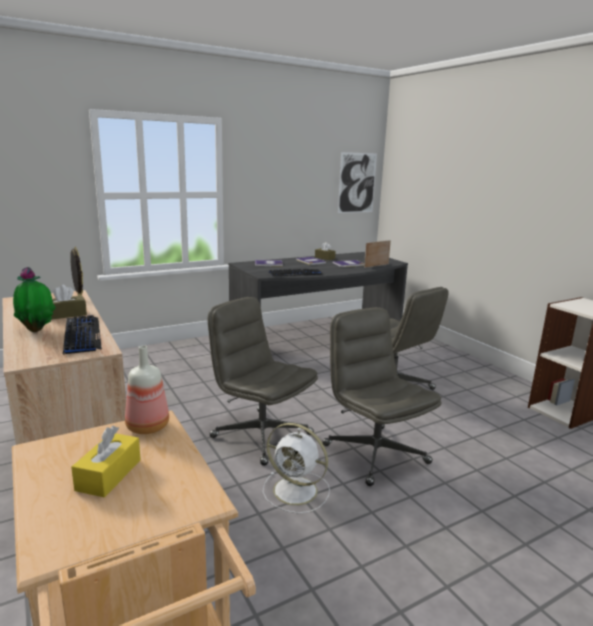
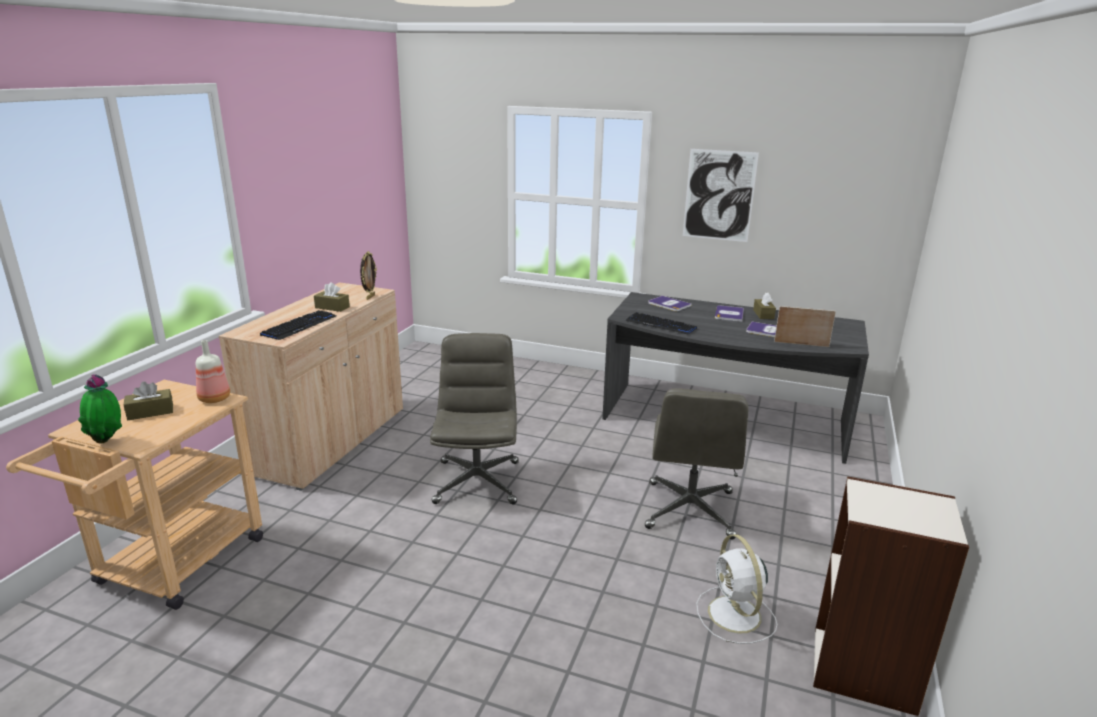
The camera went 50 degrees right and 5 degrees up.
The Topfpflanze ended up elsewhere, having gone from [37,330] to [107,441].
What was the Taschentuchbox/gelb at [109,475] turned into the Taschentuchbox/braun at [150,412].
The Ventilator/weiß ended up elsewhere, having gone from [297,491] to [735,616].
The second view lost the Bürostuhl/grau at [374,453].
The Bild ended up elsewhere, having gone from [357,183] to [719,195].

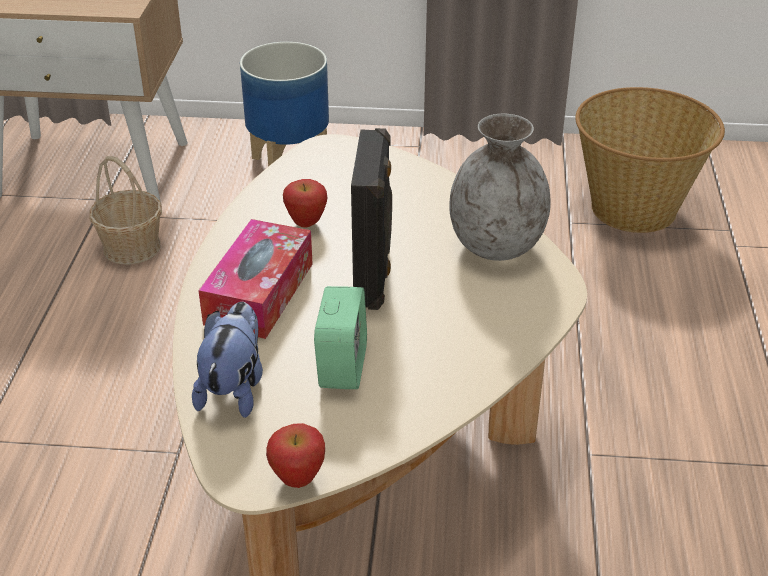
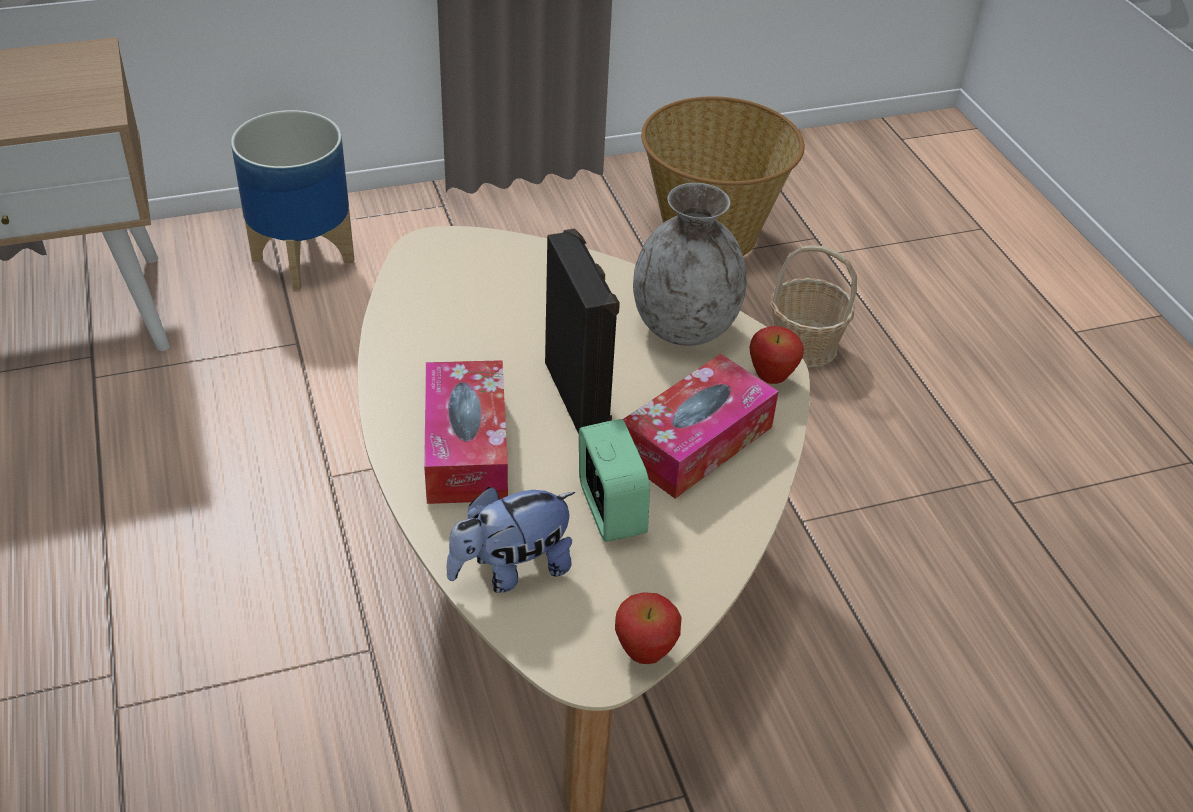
The camera went 25 degrees left and 5 degrees up.
The Korb ended up elsewhere, having gone from [132,247] to [804,345].
The Plüschtier at [234,389] ended up facing another way, 105 degrees counterclockwise from before.
The Apfel ended up elsewhere, having gone from [306,224] to [771,378].
The second view gained the Taschentuchbox at [696,442].

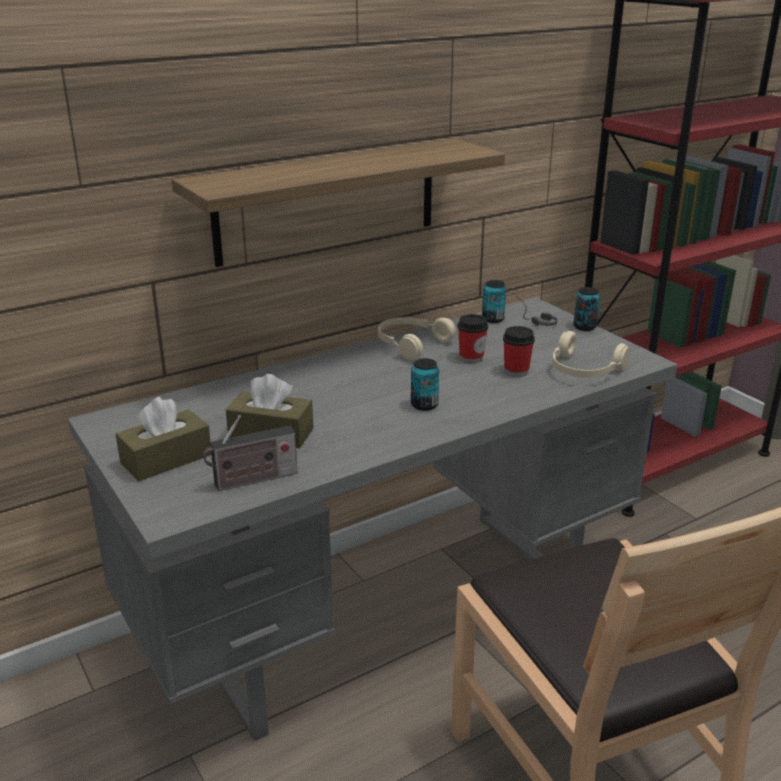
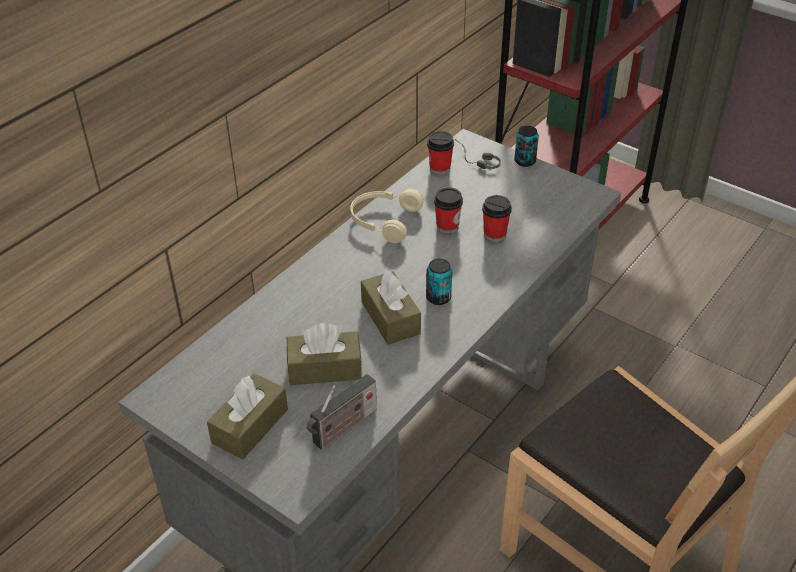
The camera went 20 degrees left and 15 degrees up.
The second view lost the Wandregal at [327,201].
Where the Dose stood at [493,319], the Tasse came to stand at [440,168].
The second view lost the Kopfhörer/beige at [583,370].
The second view gained the Taschentuchbox/braun at [390,318].

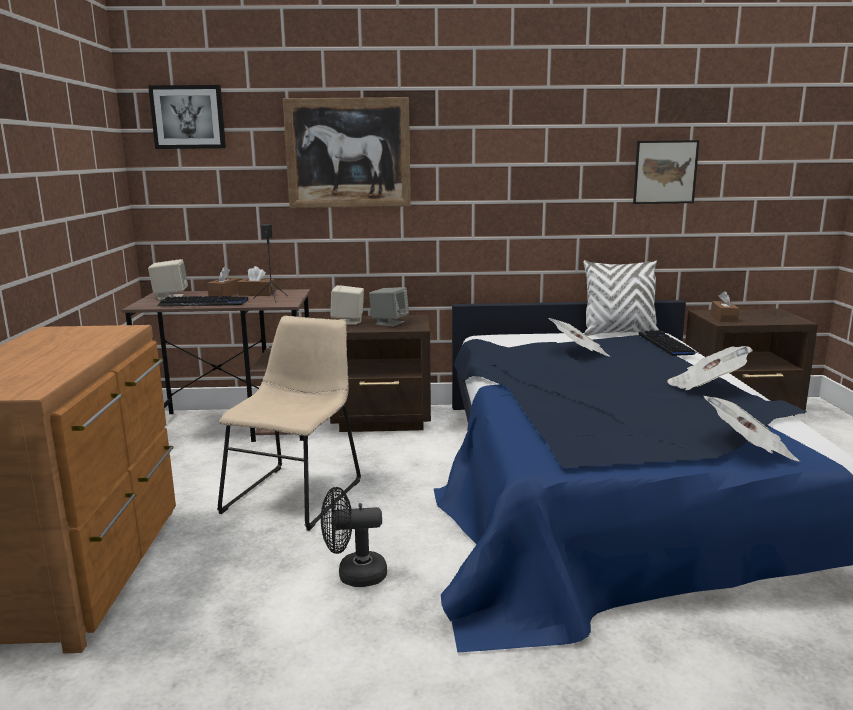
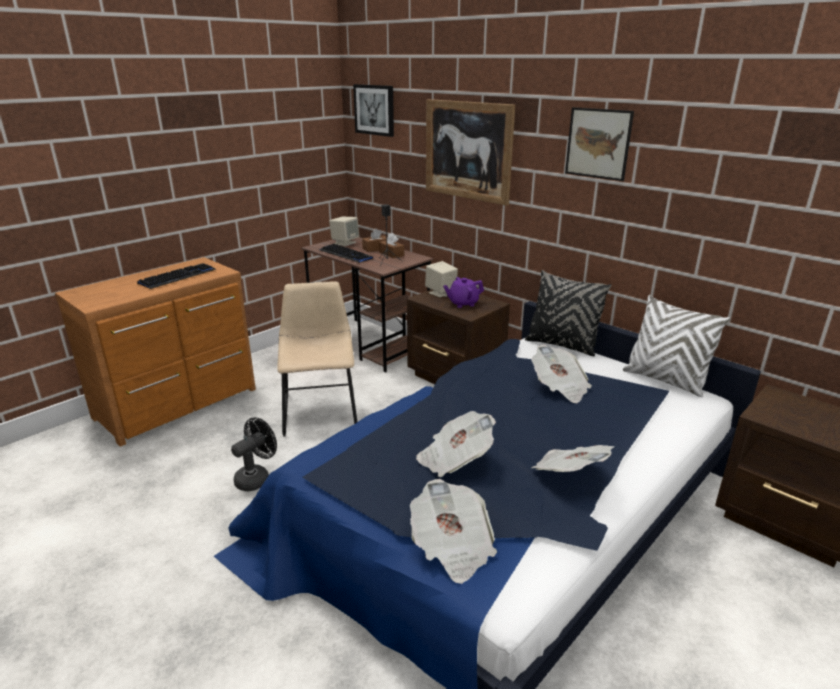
The camera went 45 degrees right and 10 degrees up.
The Stuhl/beige at [296,493] ended up facing another way, 75 degrees counterclockwise from before.
The Ventilator/schwarz at [354,575] ended up facing another way, 90 degrees clockwise from before.
Where the Lautsprecher/grau stood at [389,323], the Teekanne/lila came to stand at [463,303].
The Bild ended up elsewhere, having gone from [665,172] to [598,143].
The Tastatur ended up elsewhere, having gone from [666,344] to [178,277].
The second view lost the Taschentuchbox/braun at [724,318].
The second view gained the Zeitung at [454,459].
The second view gained the Kissen/schwarz at [562,345].

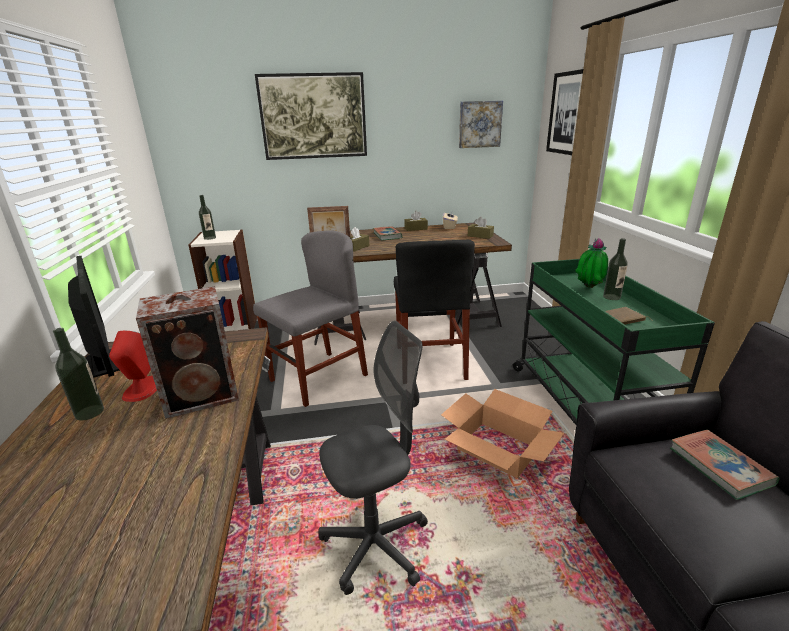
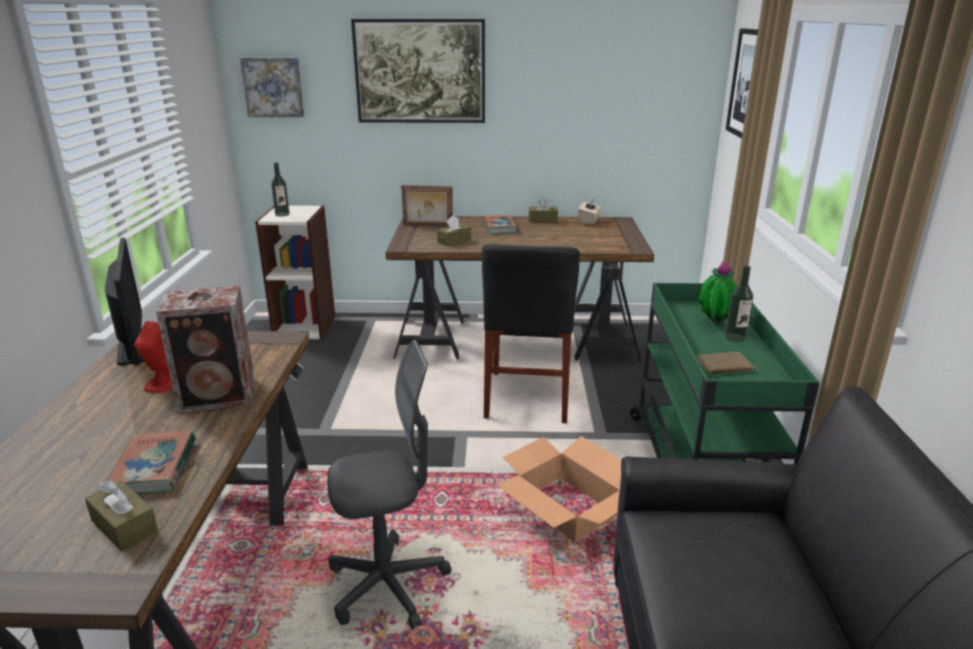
The camera went 10 degrees right and 0 degrees up.
The second view lost the Flasche at [89,412].
The second view lost the Stuhl/grau at [318,378].
The Bild ended up elsewhere, having gone from [479,124] to [274,87].
The Taschentuchbox/braun ended up elsewhere, having gone from [480,236] to [124,526].
The Buch ended up elsewhere, having gone from [719,467] to [154,468].

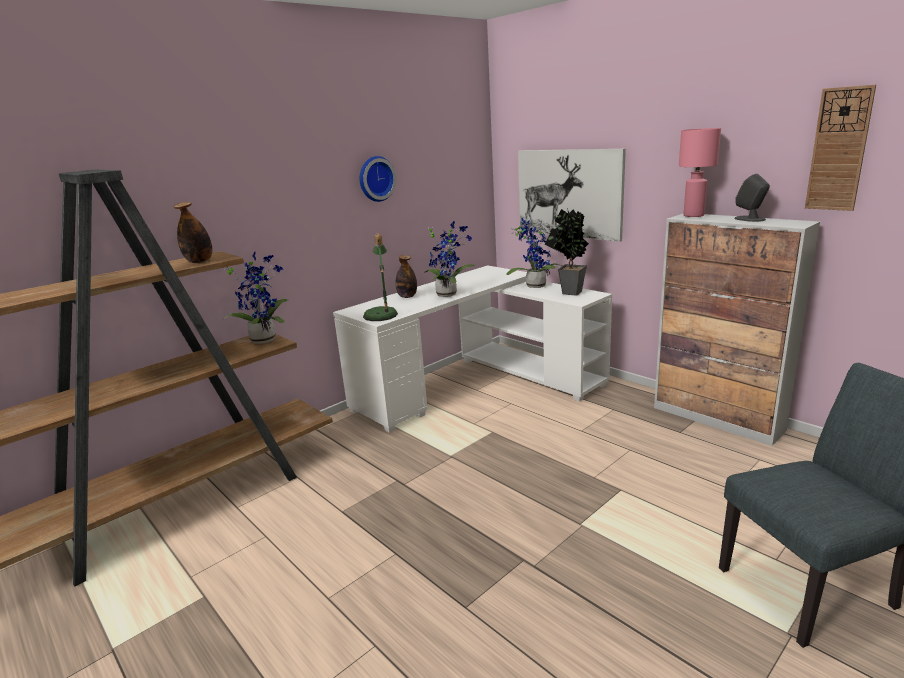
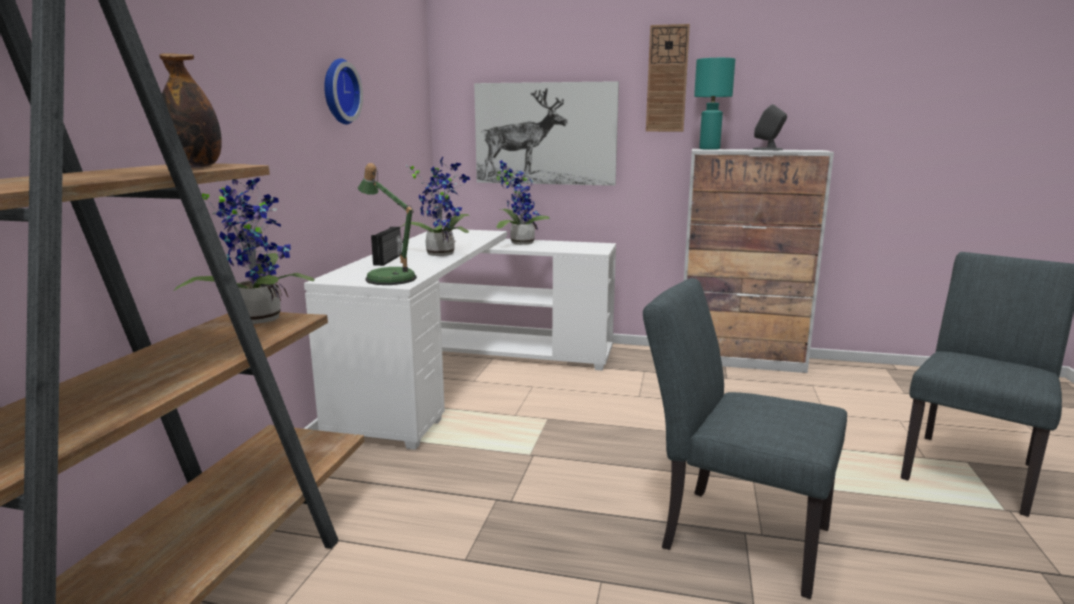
The camera went 35 degrees left and 5 degrees down.
Where the Flasche stood at [407,296], the Radio came to stand at [389,260].
The second view lost the Topfpflanze at [569,293].
What was the Tischlampe/rosa at [693,215] turned into the Tischlampe/türkis at [708,149].
The Wanduhr ended up elsewhere, having gone from [838,150] to [667,79].
The second view gained the Stuhl/grau at [731,533].

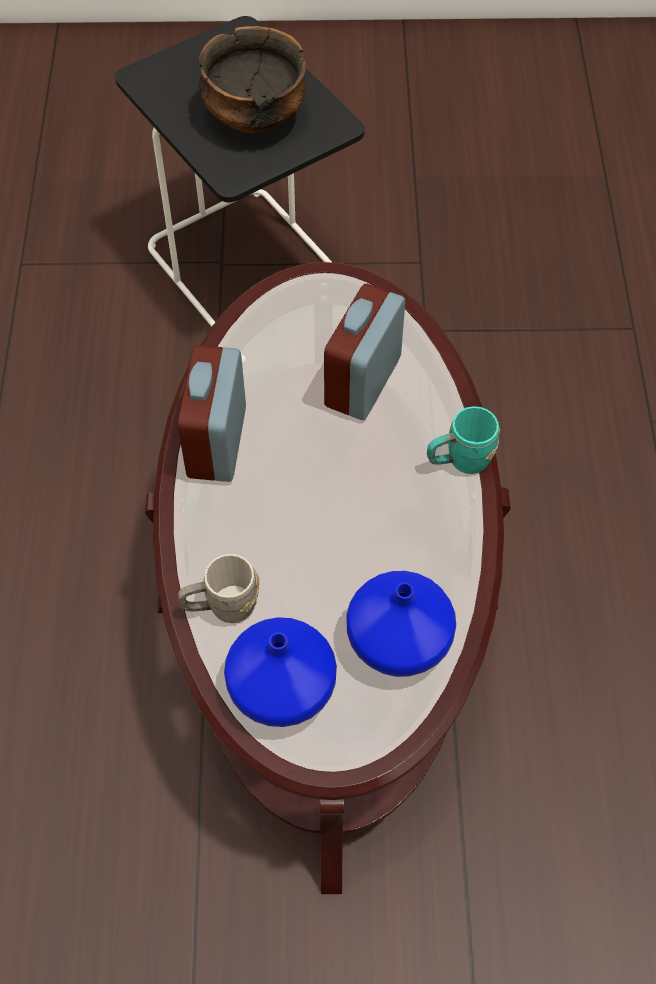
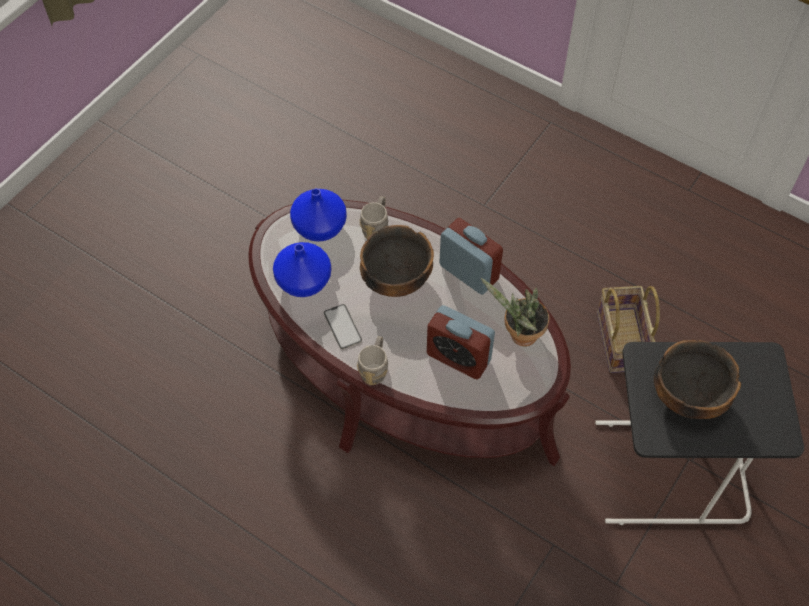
The camera went 125 degrees right and 0 degrees up.
The Wecker at [363,382] ended up facing another way, 150 degrees clockwise from before.
What was the Henkelbecher/türkis at [460,461] turned into the Henkelbecher/grau at [375,368].
The second view gained the Handy at [342,326].
The second view gained the Schüssel at [396,279].
The second view gained the Topfpflanze at [519,336].
The second view gained the Korb at [619,339].

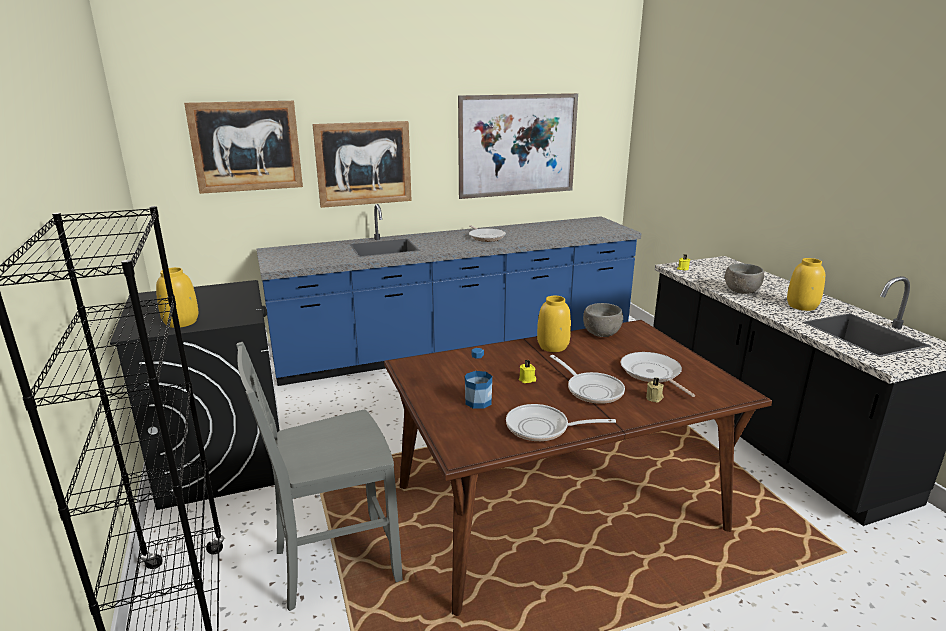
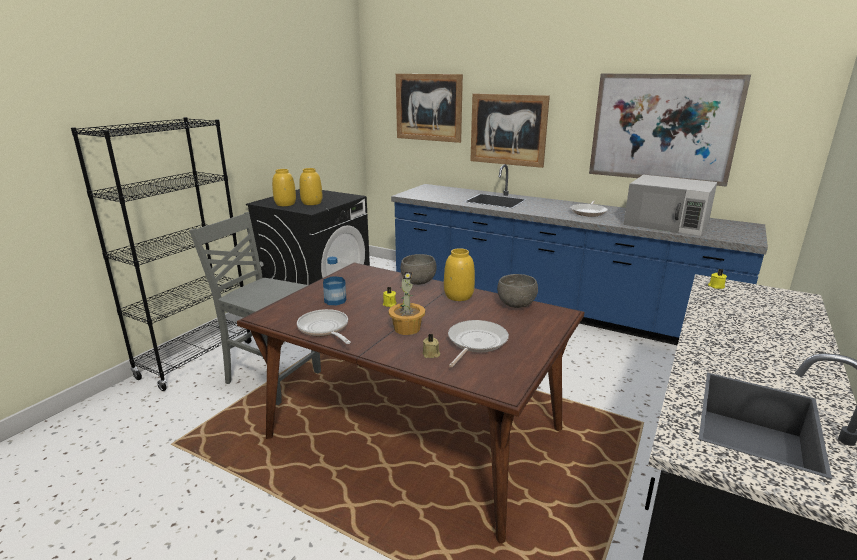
The camera went 50 degrees right and 0 degrees up.
Where the Pfanne stood at [591,390], the Topfpflanze came to stand at [407,328].
The Schüssel/grau ended up elsewhere, having gone from [740,291] to [418,282].
The Vase/gelb ended up elsewhere, having gone from [801,306] to [311,203].
The second view gained the Mikrowelle/weiß at [667,223].

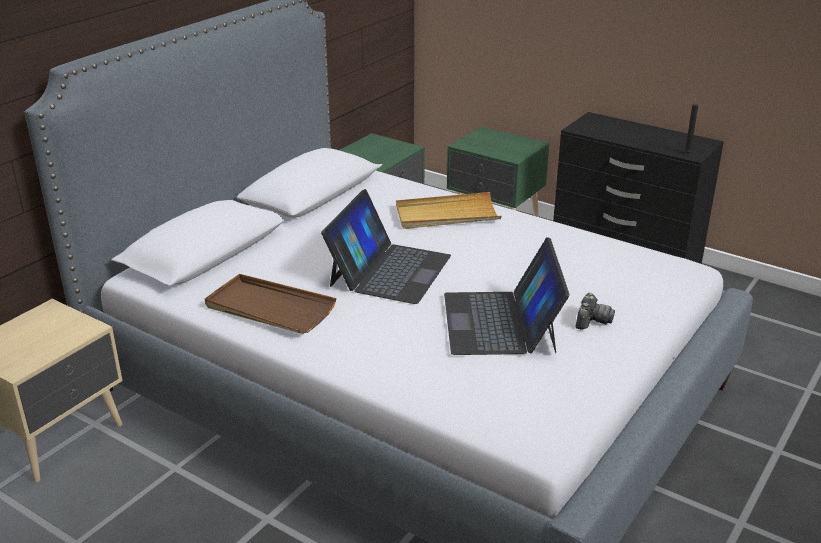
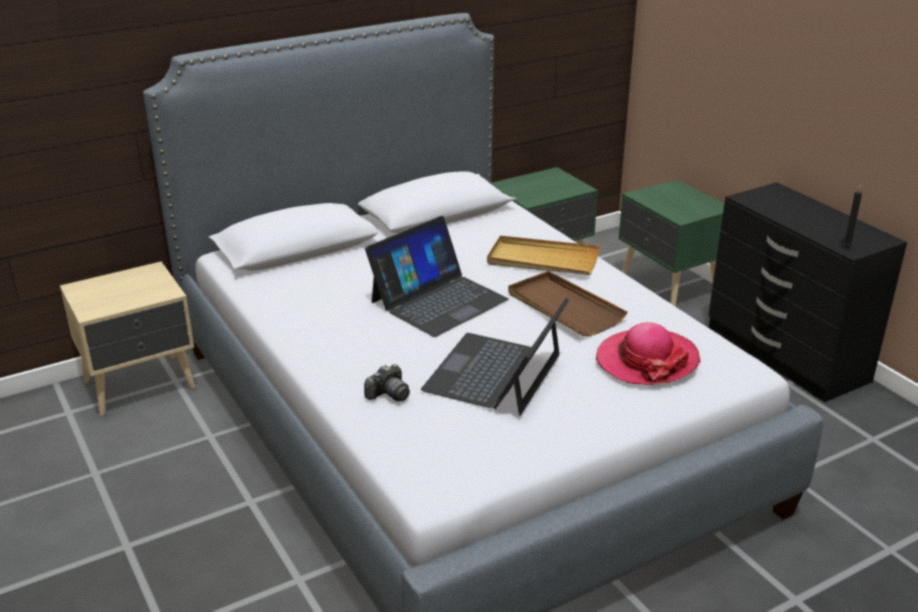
The camera went 25 degrees right and 0 degrees up.
The Tablett/braun ended up elsewhere, having gone from [269,308] to [564,307].
The Kamera ended up elsewhere, having gone from [592,321] to [388,394].
The second view gained the Hut at [646,360].

